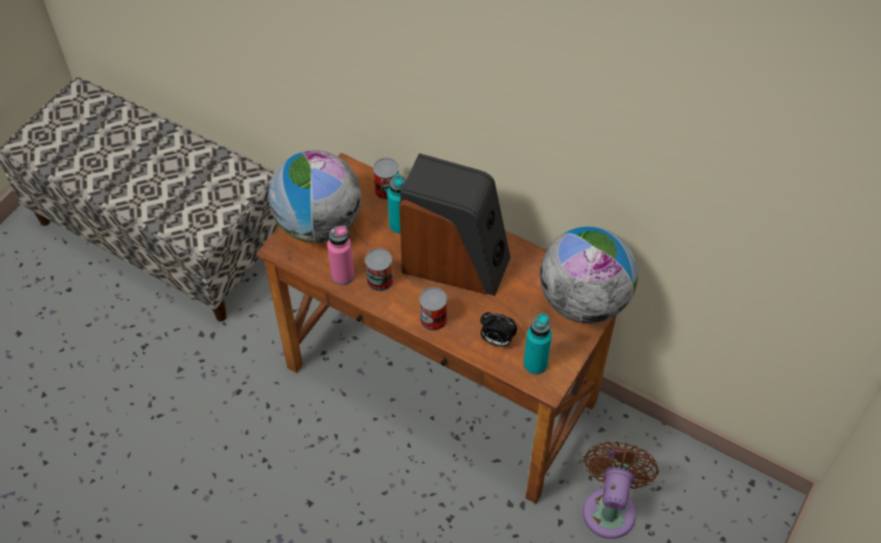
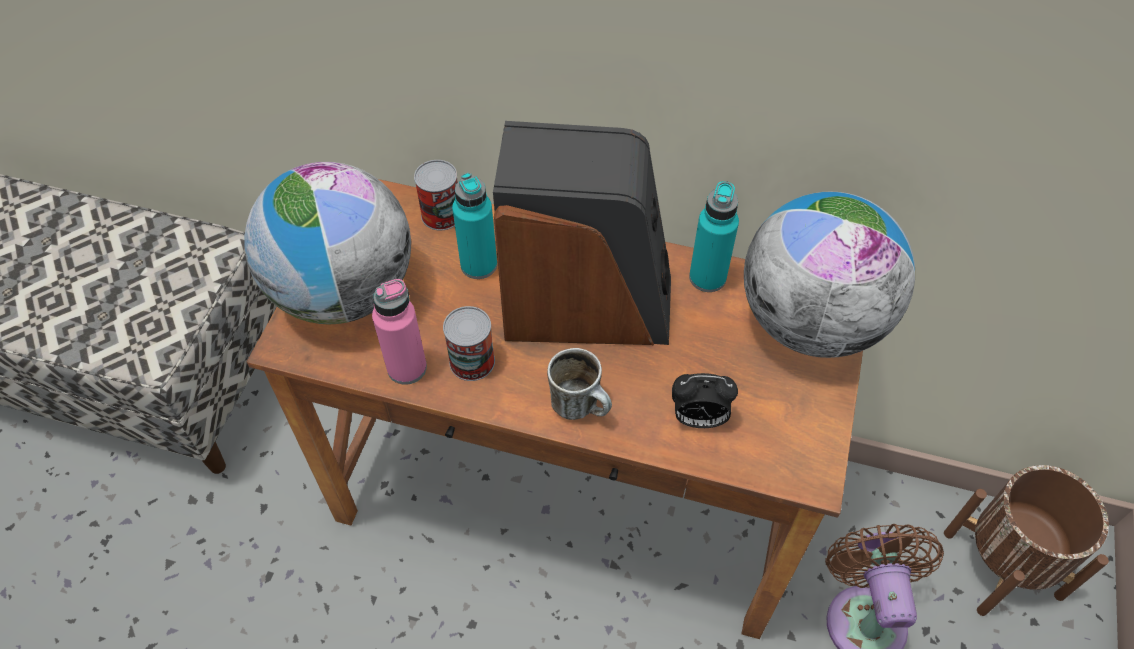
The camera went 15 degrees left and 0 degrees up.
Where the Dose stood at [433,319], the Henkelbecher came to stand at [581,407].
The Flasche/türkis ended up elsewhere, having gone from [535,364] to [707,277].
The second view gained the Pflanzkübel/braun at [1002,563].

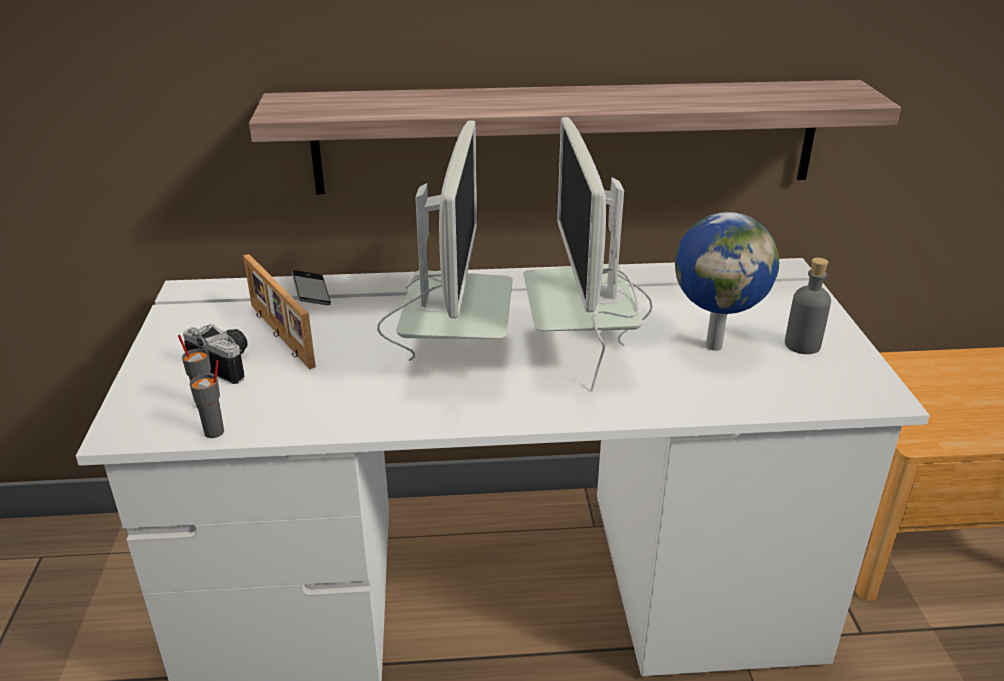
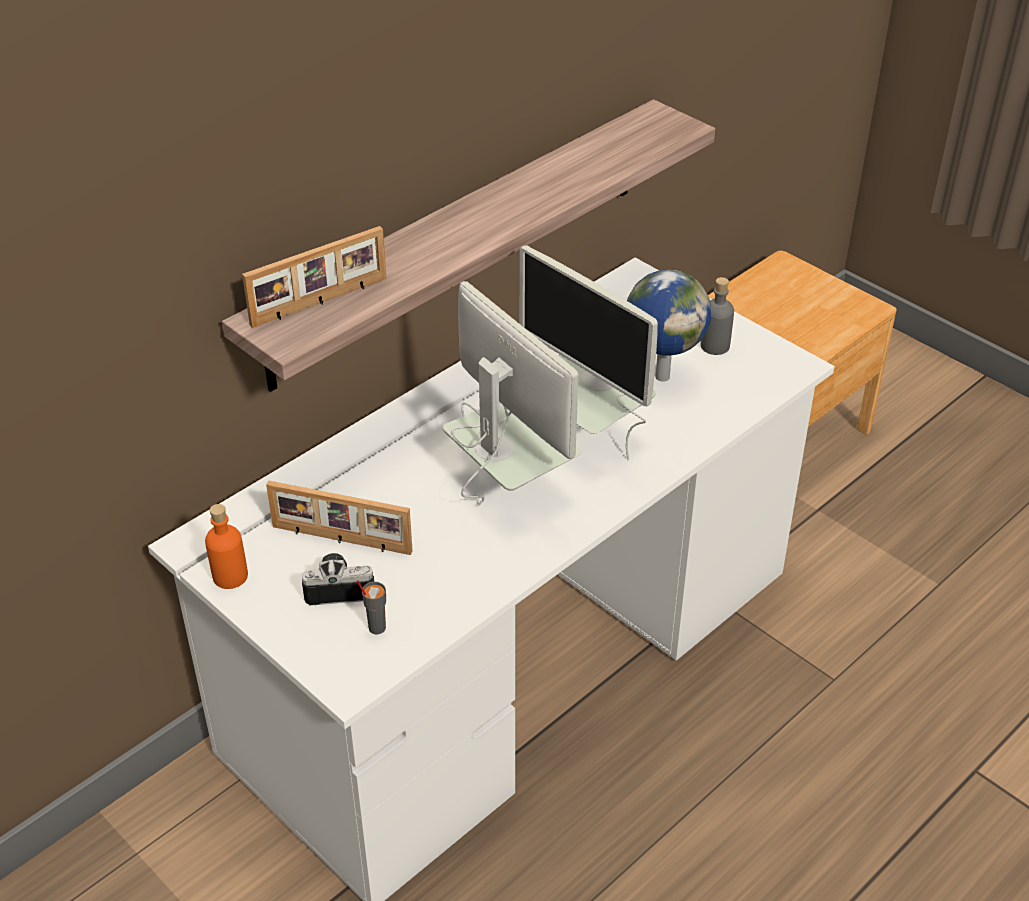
The camera went 40 degrees left and 10 degrees up.
The second view lost the Tasse/grau at [215,432].
The second view lost the Handy at [311,293].
The second view gained the Flasche/orange at [230,576].
The second view gained the Bilderrahmen at [320,302].

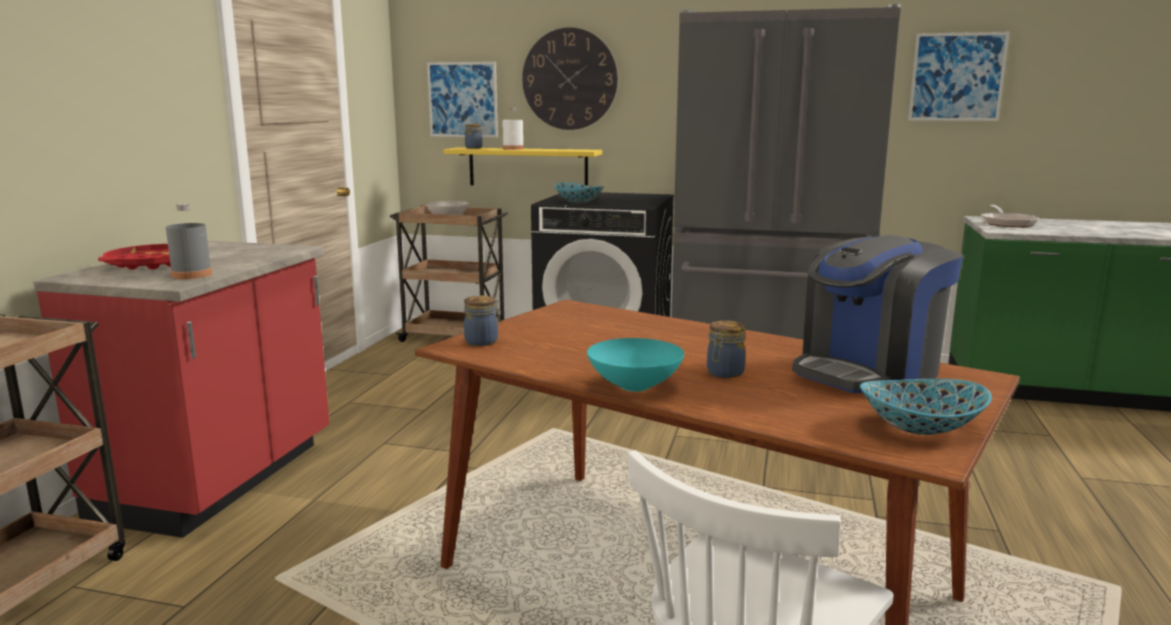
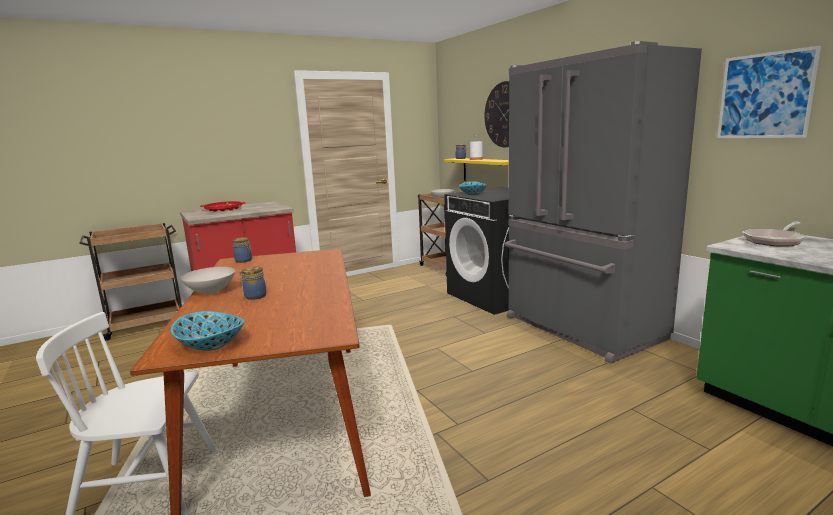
The camera went 45 degrees right and 0 degrees up.
The second view lost the Flasche/grau at [191,275].
The second view lost the Bild at [462,99].
What was the Schüssel/türkis at [633,386] turned into the Schüssel/weiß at [210,291].
The second view lost the Kaffeemaschine at [868,372].

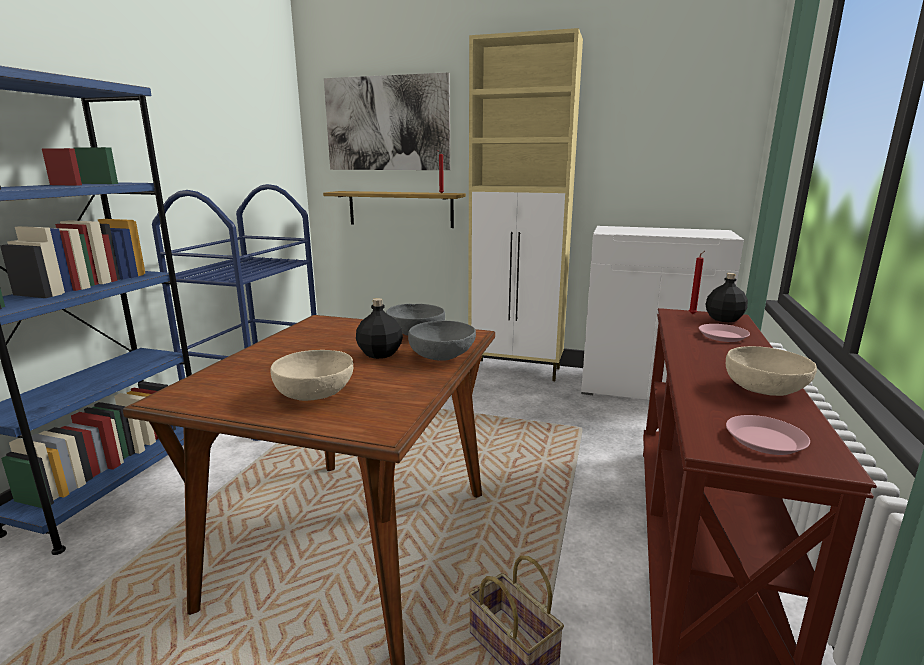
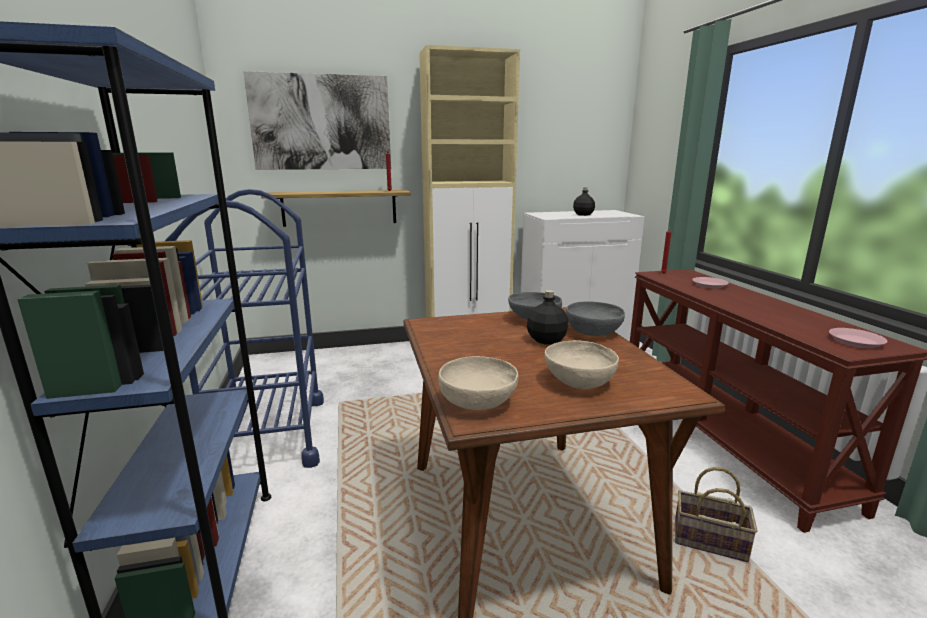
The camera went 30 degrees left and 0 degrees up.
The Flasche/schwarz ended up elsewhere, having gone from [723,319] to [583,214].
The Schüssel/beige ended up elsewhere, having gone from [765,389] to [478,401].

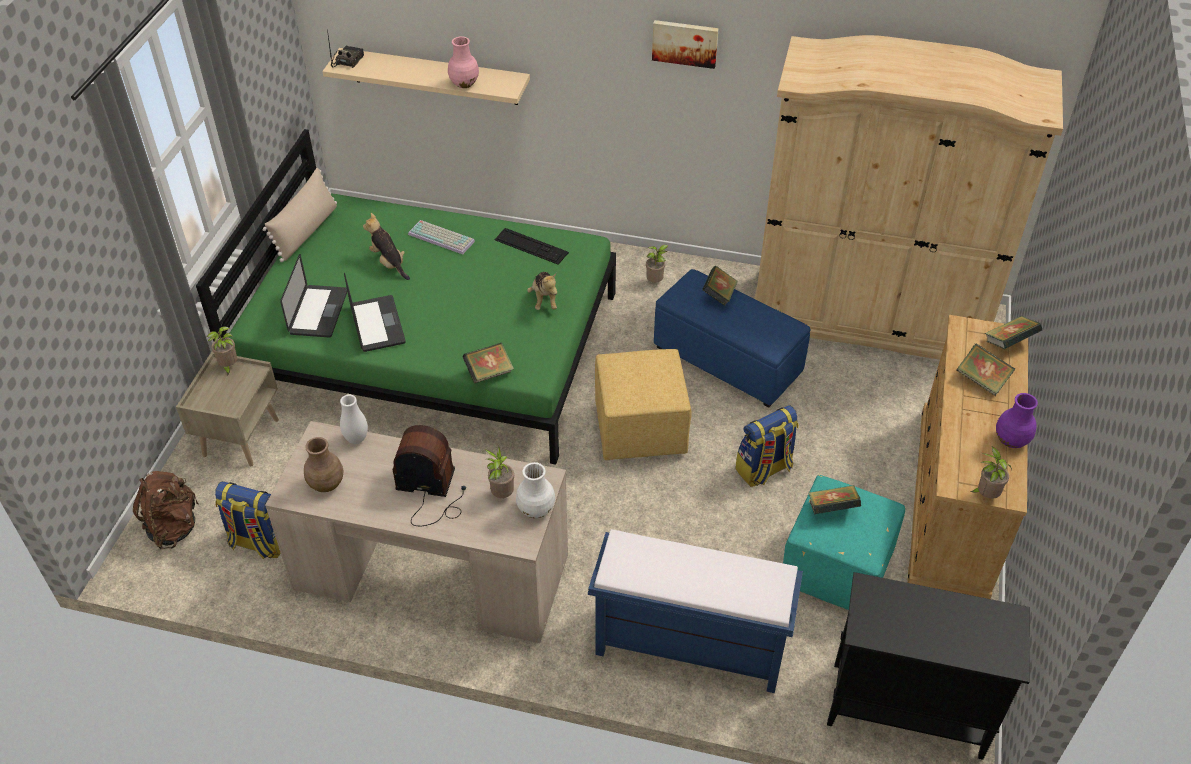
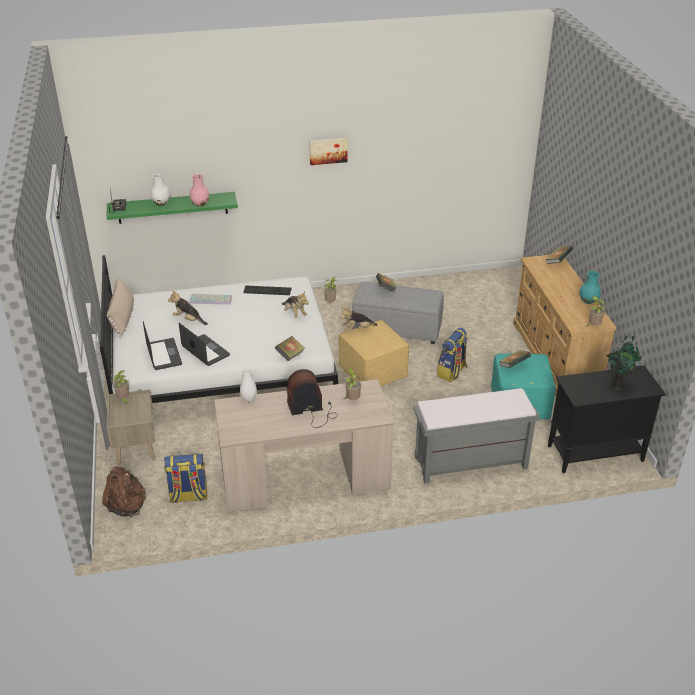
The camera went 25 degrees left and 10 degrees down.
What was the Bett/grün at [431,344] turned into the Bett/weiß at [221,367].
The second view lost the Vase/braun at [327,484].
What was the Wandregal/beige at [435,76] turned into the Wandregal/grün at [172,207].
The Vase/weiß ended up elsewhere, having gone from [535,509] to [161,203].
What was the Bank/blau at [688,646] turned into the Bank/grau at [469,463].
What was the Polsterhocker/blau at [728,361] turned into the Polsterhocker/grau at [397,329].
The second view lost the Kleiderschrank/beige at [868,317].
The second view lost the Buch at [982,380].
What was the Vase/lila at [1011,441] turned into the Vase/türkis at [588,301].
The second view gained the Plüschtier at [357,329].
The second view gained the Topfpflanze at [617,385].

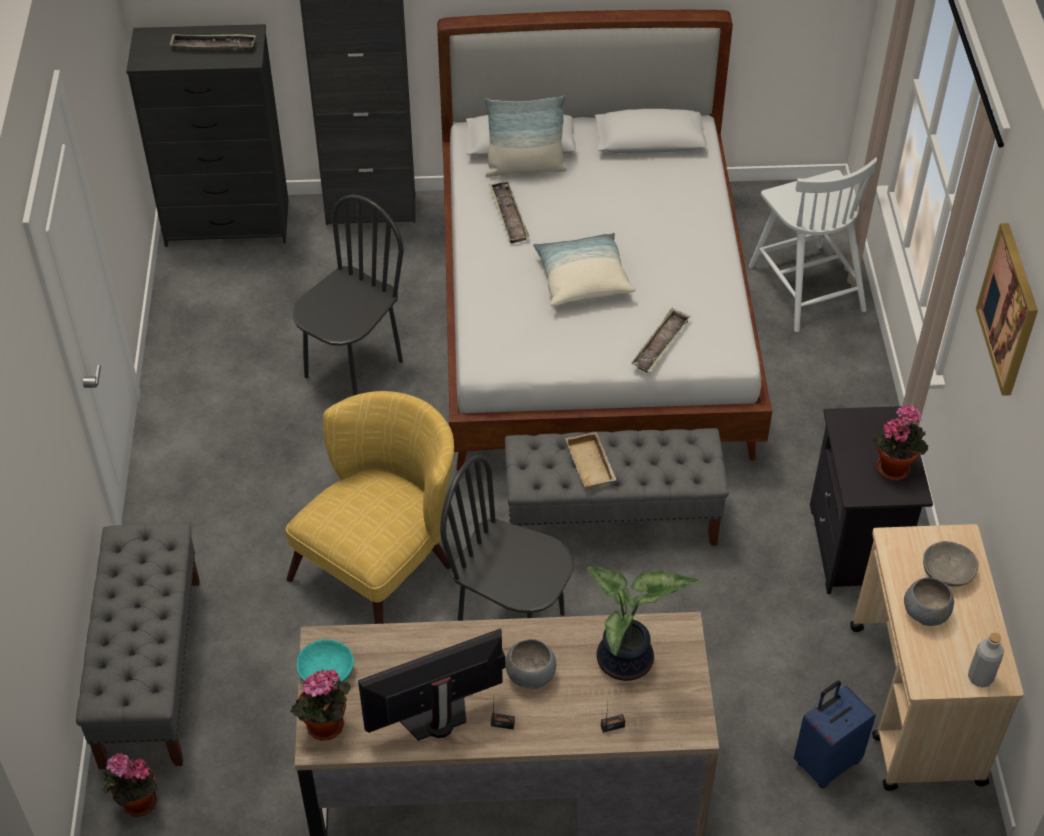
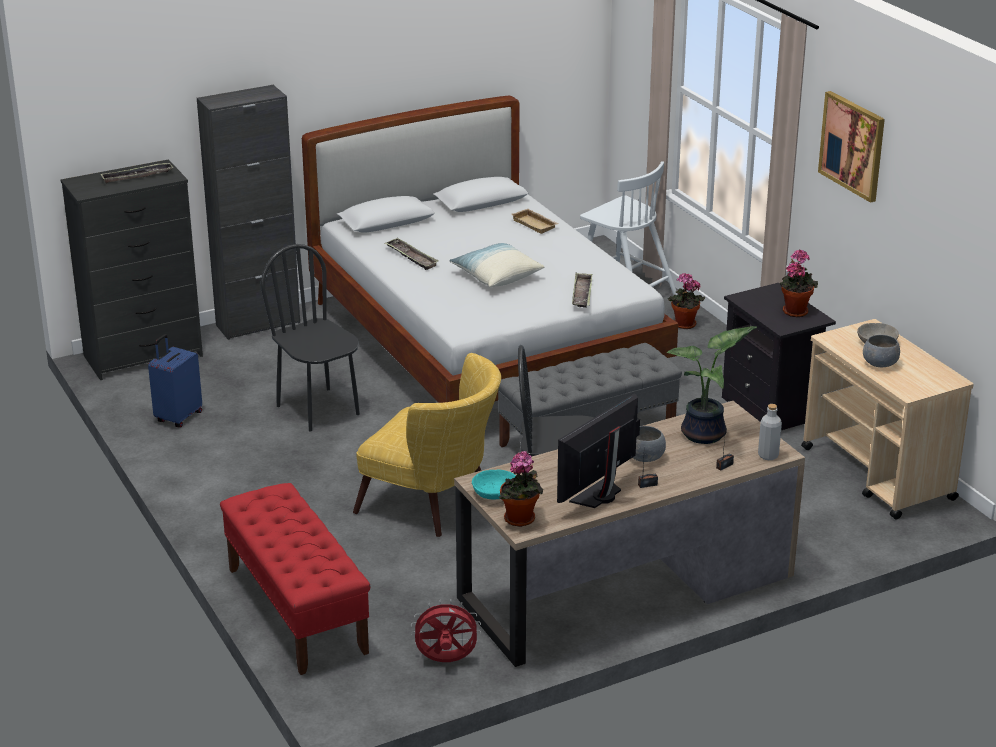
The camera went 25 degrees left and 20 degrees down.
What was the Bank/grau at [151,670] turned into the Bank/rot at [296,610].
The Topfpflanze ended up elsewhere, having gone from [136,803] to [683,325].
The Sessel/gelb at [383,563] ended up facing another way, 105 degrees clockwise from before.
The Stuhl/schwarz at [353,368] ended up facing another way, 45 degrees counterclockwise from before.
The second view lost the Kissen at [525,167].
The Tablett/beige ended up elsewhere, having gone from [592,464] to [536,224].
The Koffer/blau ended up elsewhere, having gone from [826,762] to [178,417].
The Flasche/grau ended up elsewhere, having gone from [980,677] to [768,455].
The second view gained the Ventilator/rot at [446,661].

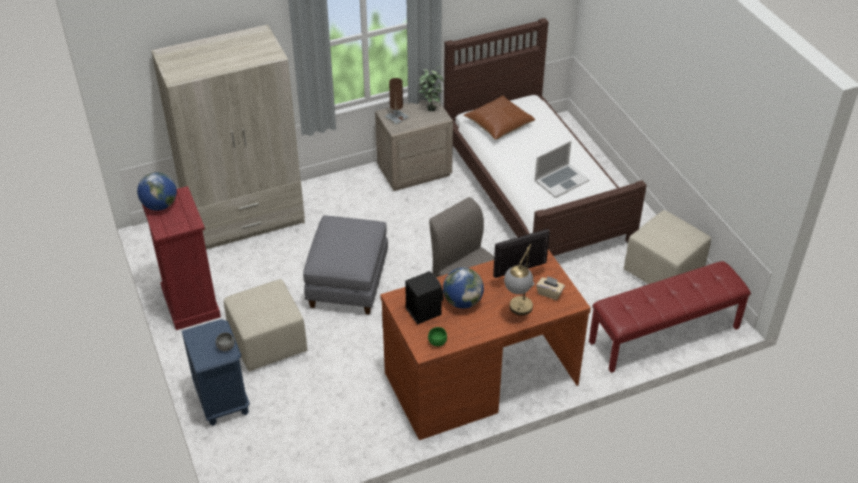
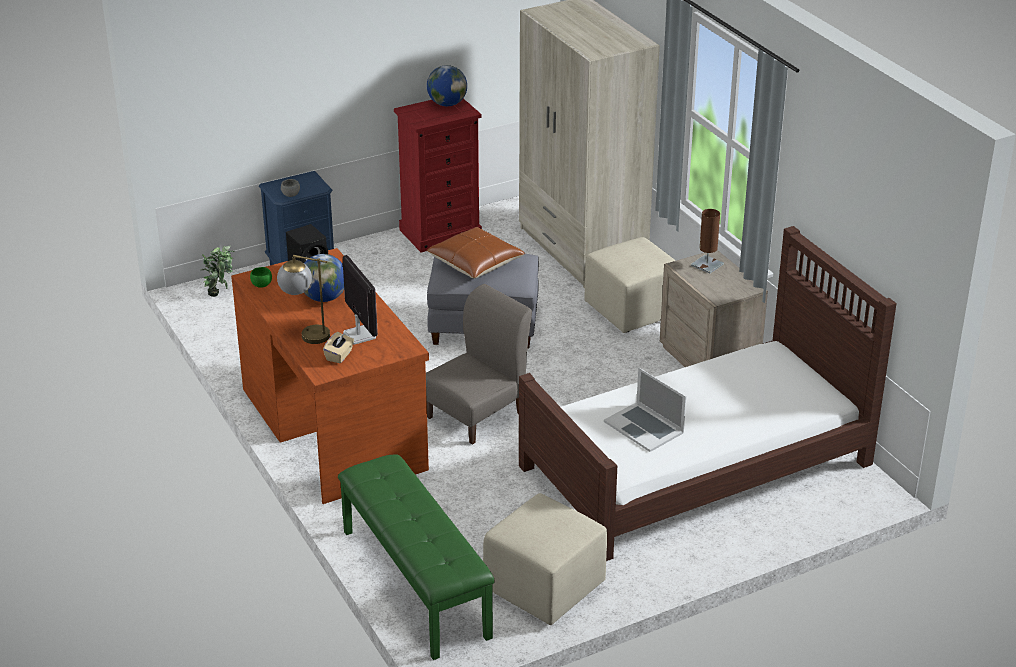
The camera went 85 degrees right and 10 degrees down.
The Polsterhocker/beige ended up elsewhere, having gone from [267,343] to [631,310].
The Topfpflanze ended up elsewhere, having gone from [430,107] to [220,294].
The Kissen/braun ended up elsewhere, having gone from [498,124] to [475,262].
What was the Bank/rot at [664,335] turned into the Bank/grün at [414,583].

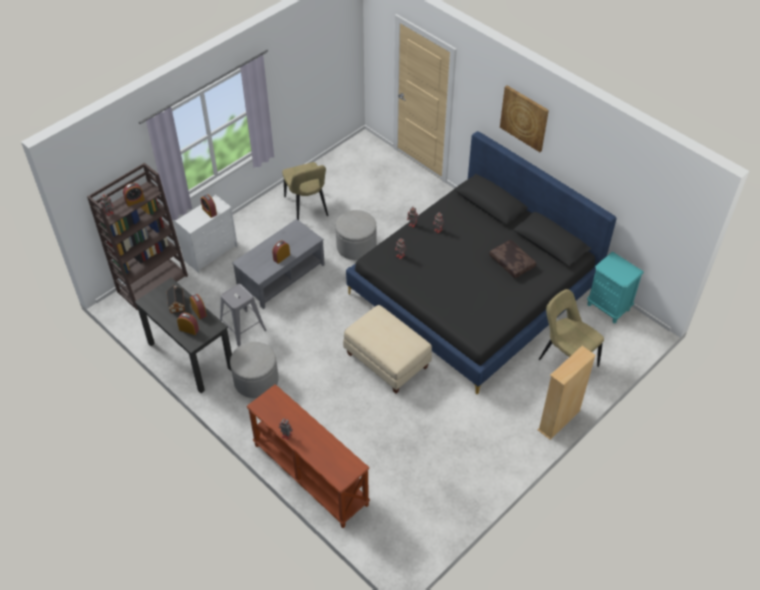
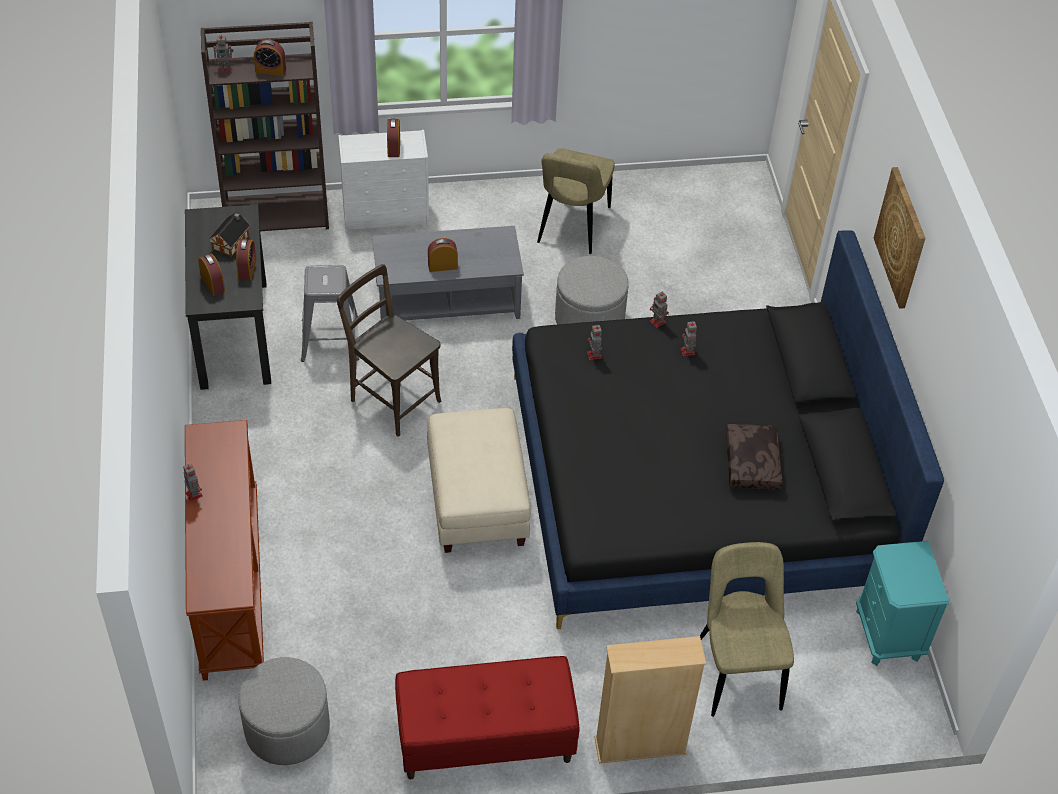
The camera went 35 degrees right and 0 degrees up.
The Polsterhocker/grau ended up elsewhere, having gone from [256,380] to [287,728].
The second view gained the Stuhl/braun at [392,398].
The second view gained the Bank/rot at [485,739].

